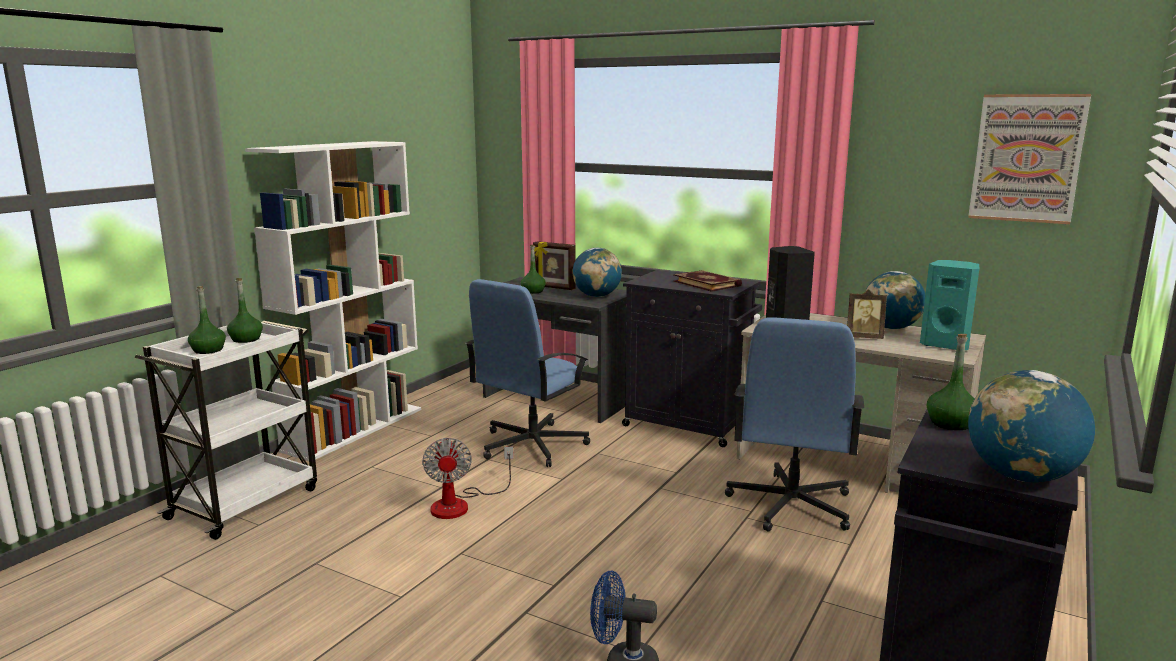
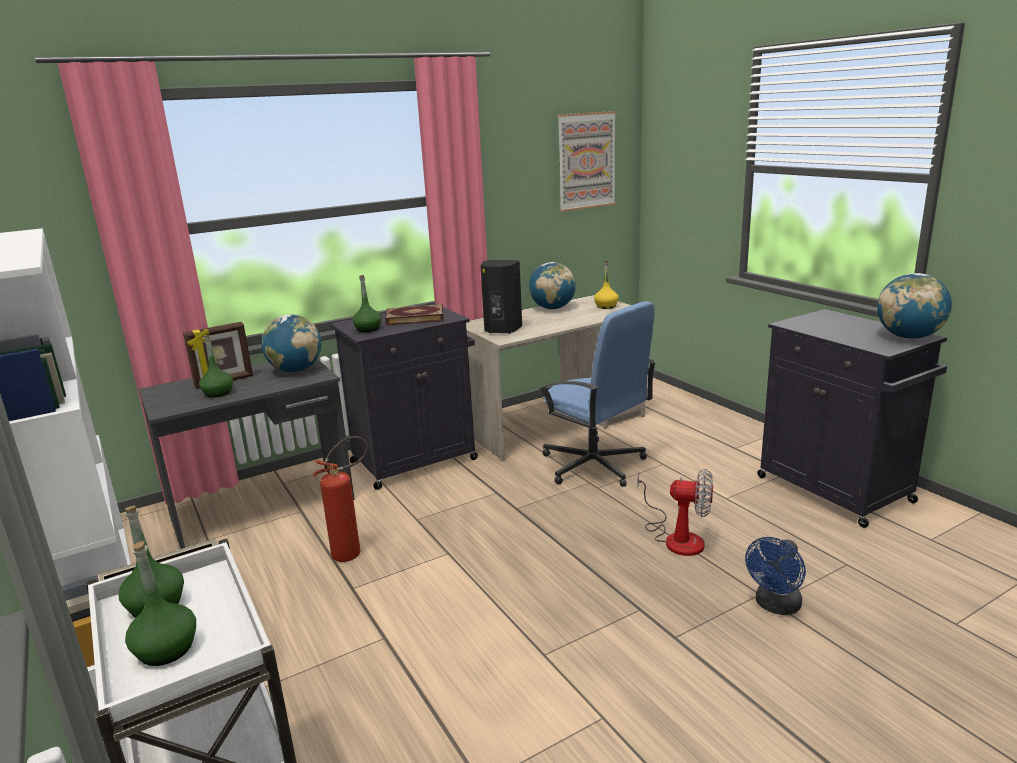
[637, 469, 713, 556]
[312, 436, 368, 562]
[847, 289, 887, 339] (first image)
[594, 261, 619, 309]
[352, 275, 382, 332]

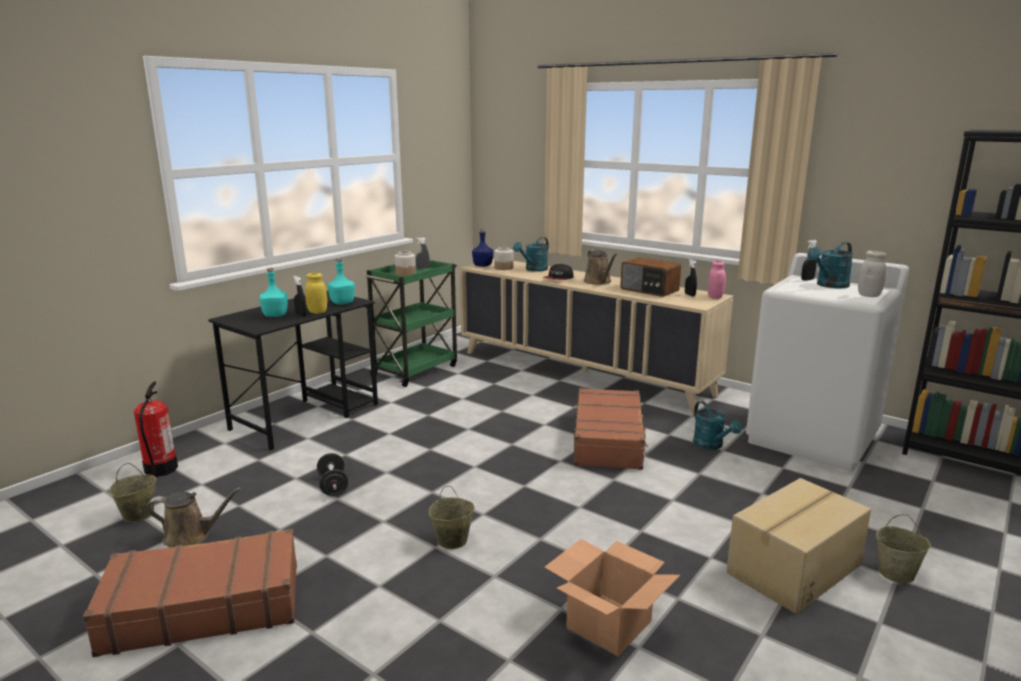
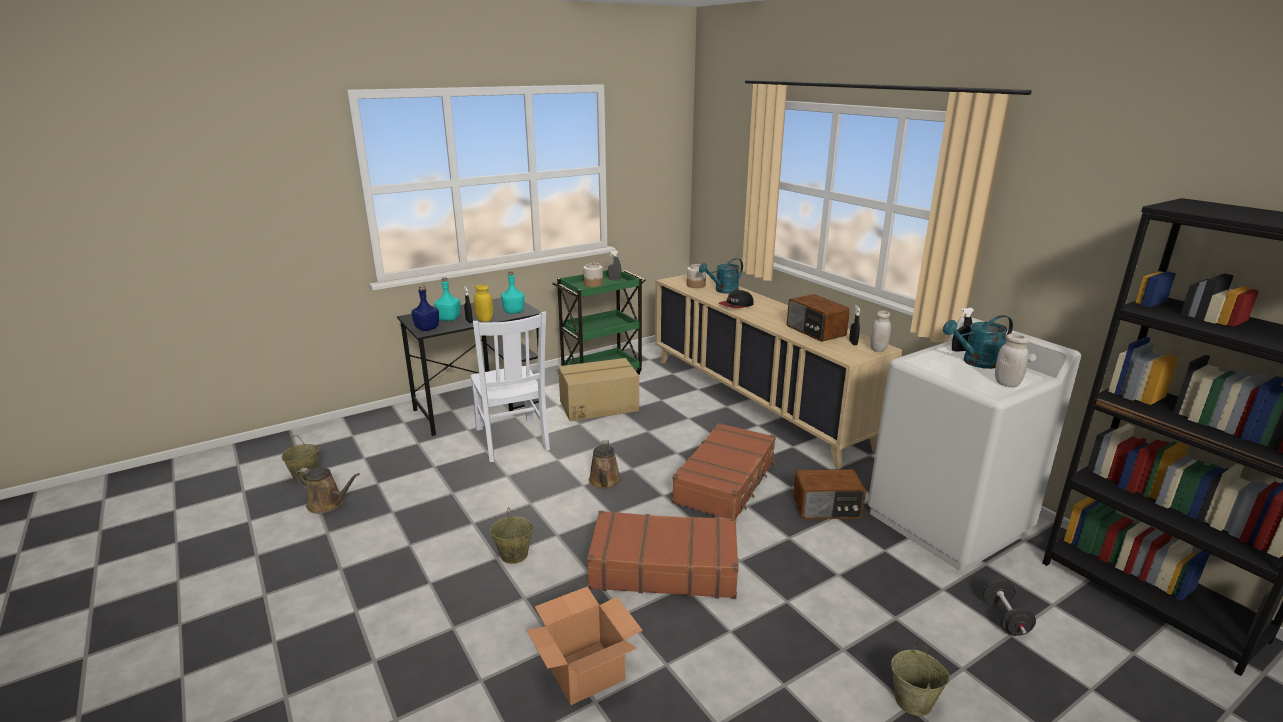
[587, 511, 739, 599]
[134, 381, 178, 477] (first image)
[982, 579, 1036, 636]
[411, 286, 439, 331]
[589, 440, 621, 489]
[793, 469, 866, 519]
[870, 310, 891, 352]
[558, 358, 639, 421]
[470, 312, 550, 462]

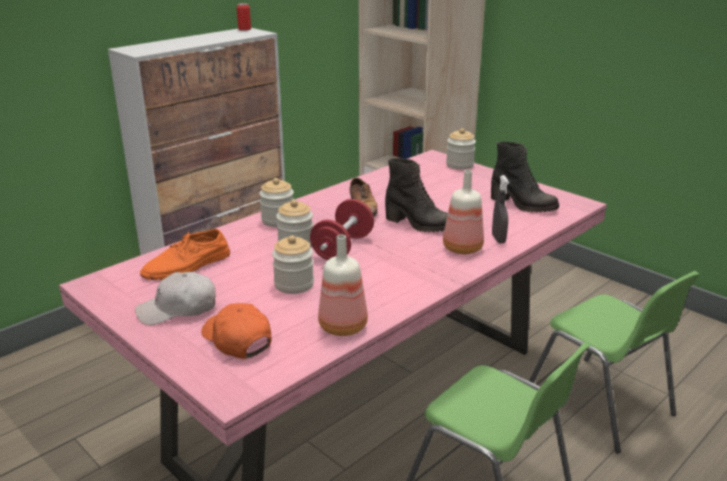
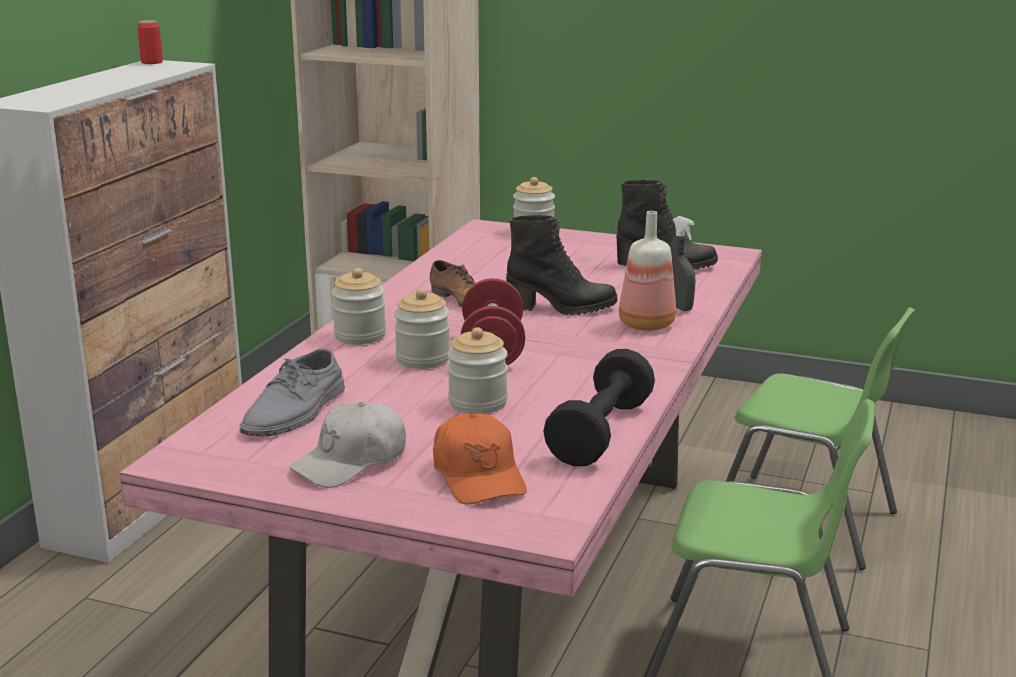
[240, 348, 345, 437]
[433, 413, 527, 504]
[543, 349, 655, 466]

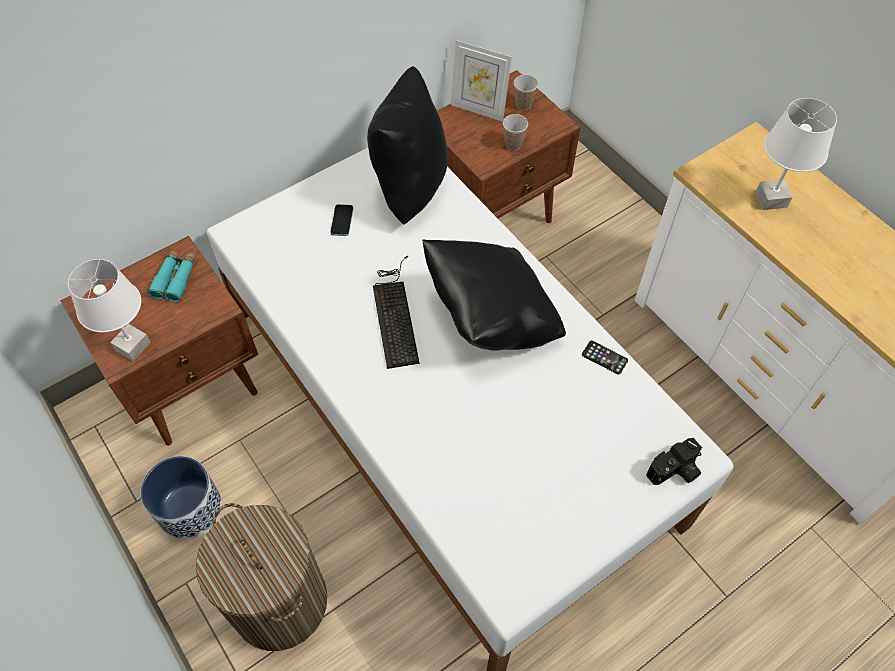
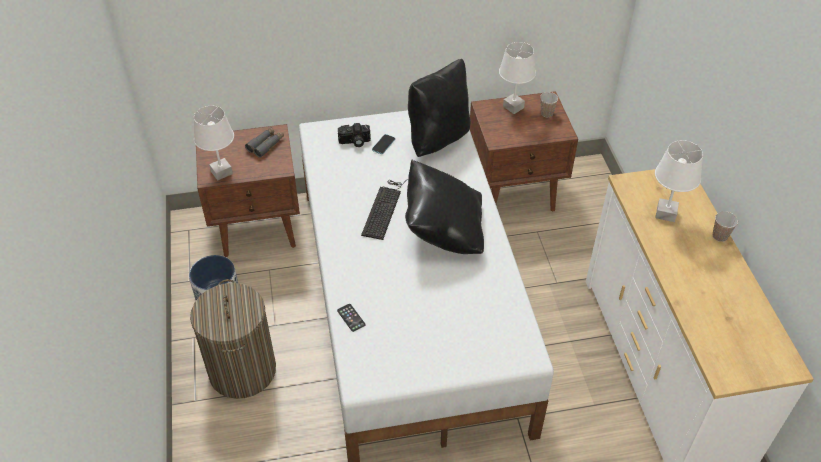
[245, 127, 284, 158]
[499, 42, 536, 114]
[713, 211, 738, 242]
[337, 304, 365, 332]
[338, 123, 371, 147]

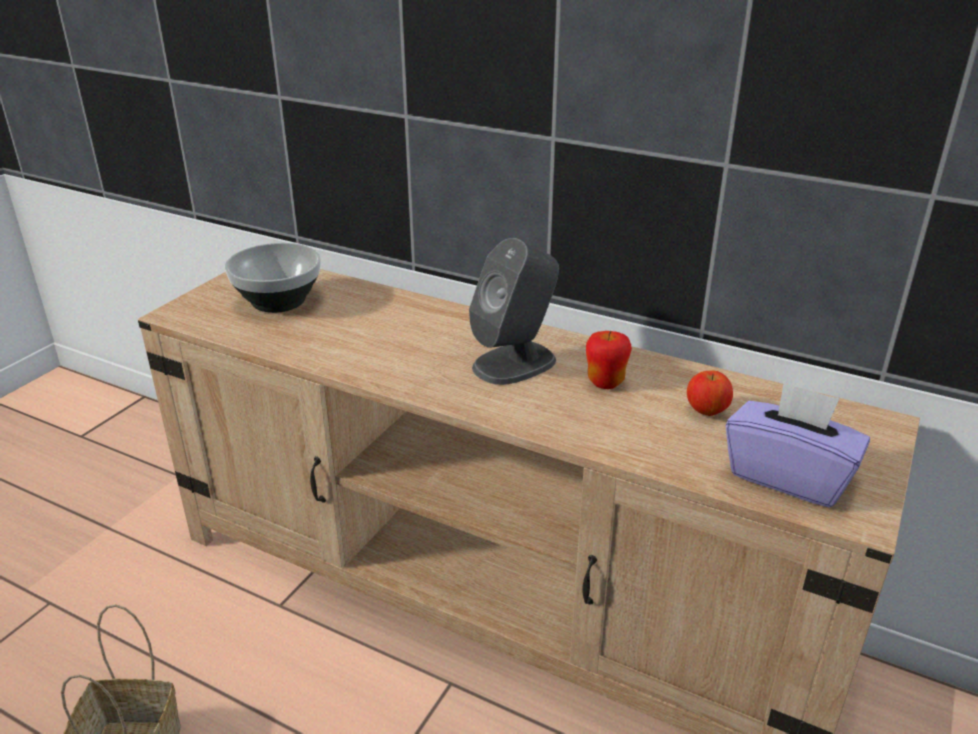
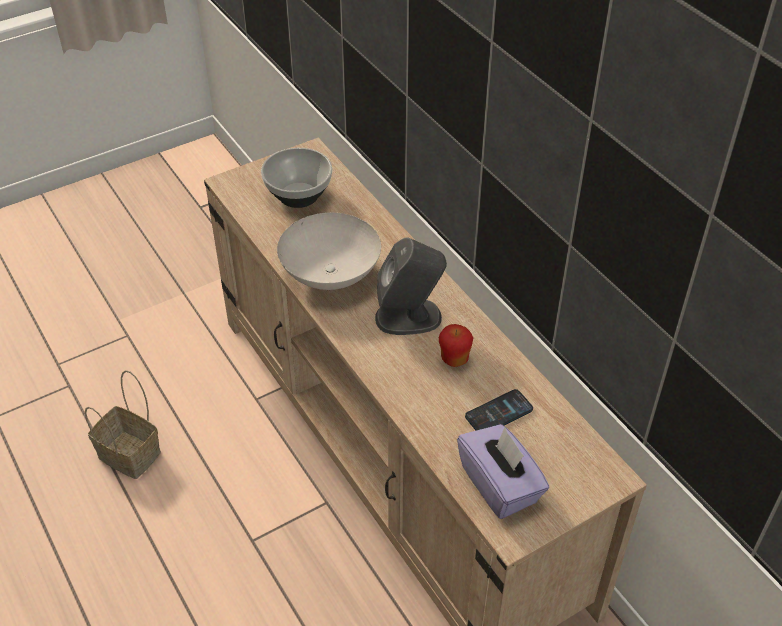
[465, 389, 533, 430]
[277, 213, 381, 290]

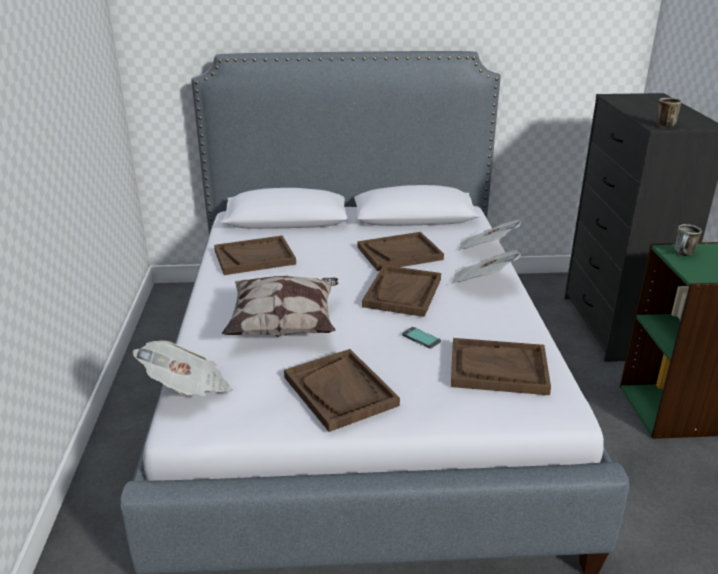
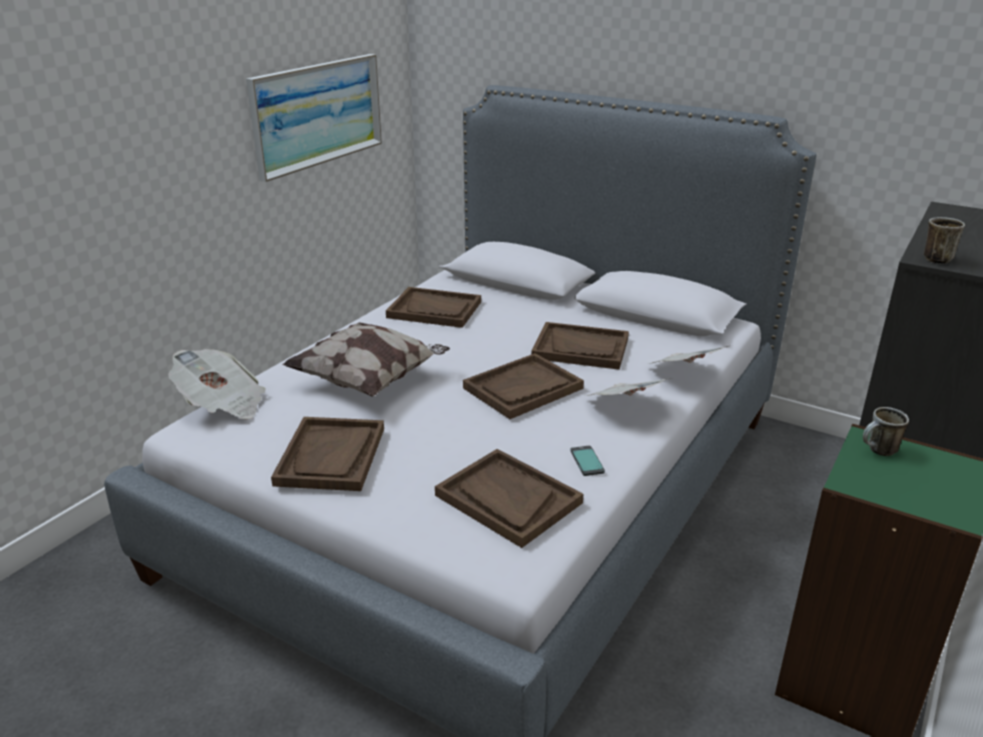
[570, 446, 605, 476]
[246, 54, 382, 182]

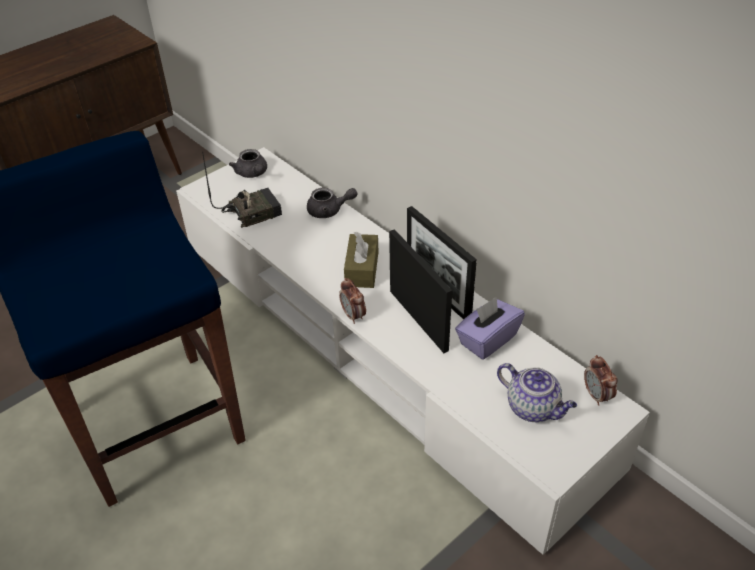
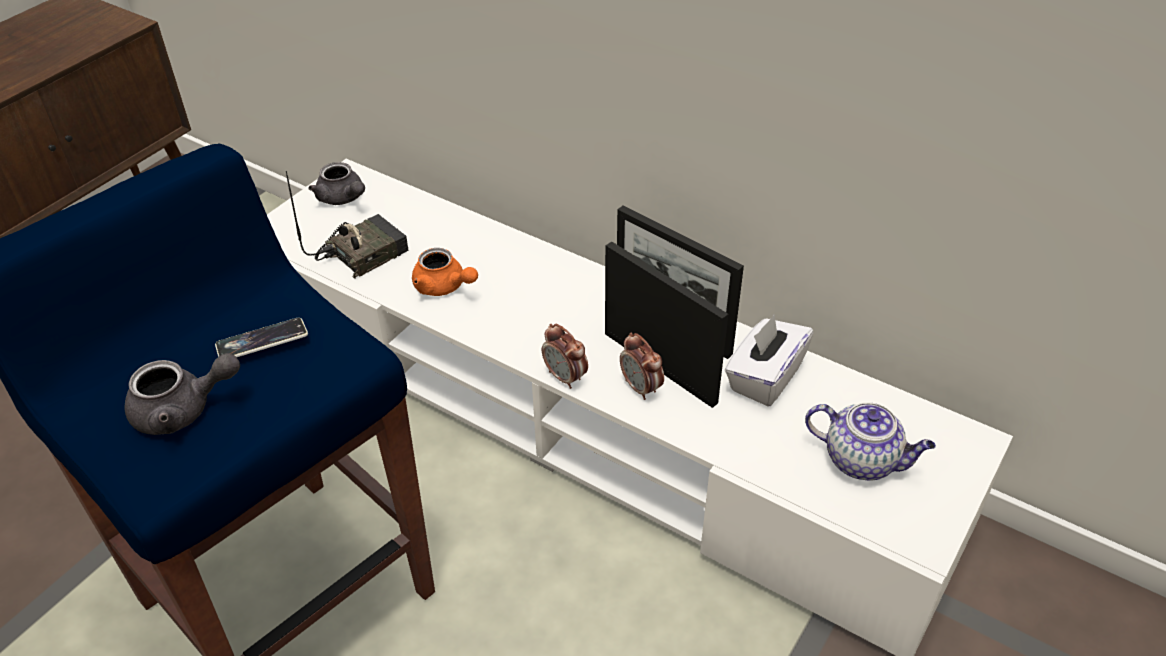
[124, 353, 240, 435]
[344, 231, 378, 288] (first image)
[725, 315, 814, 407]
[620, 333, 664, 400]
[215, 318, 308, 357]
[412, 248, 478, 296]

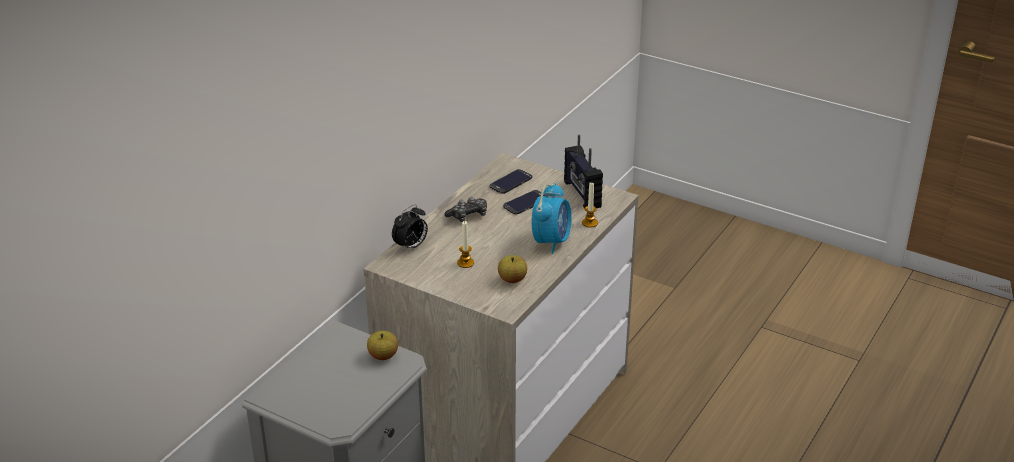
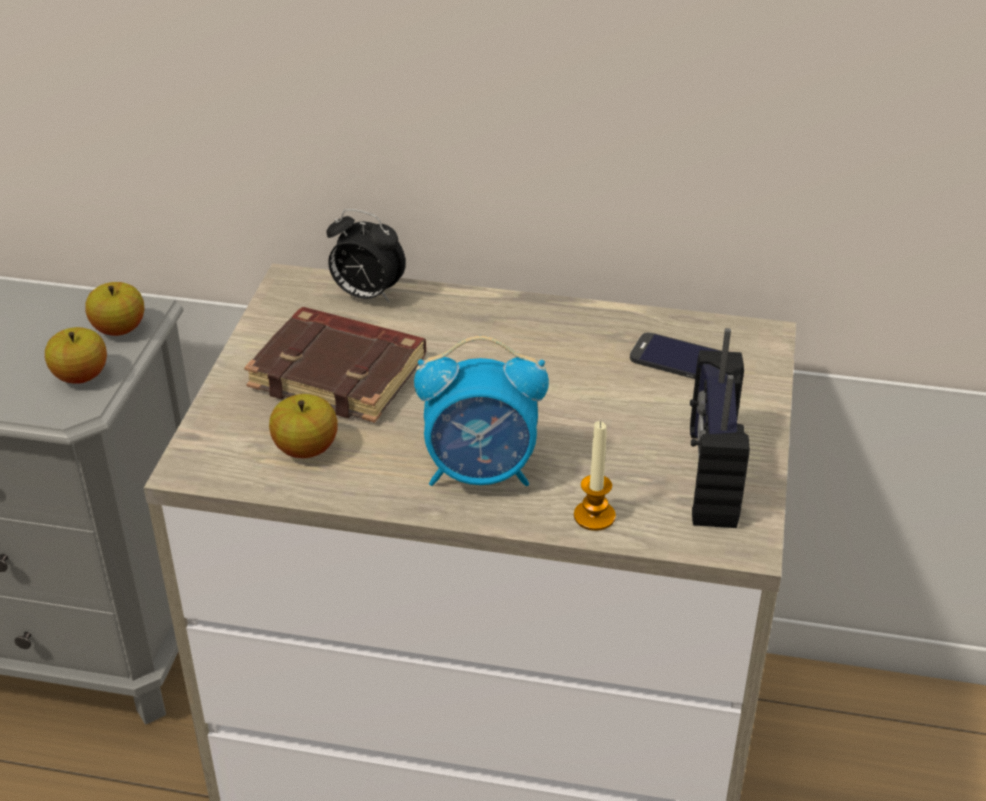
[445, 197, 487, 222] (first image)
[244, 307, 426, 423]
[503, 190, 546, 215] (first image)
[690, 328, 750, 528]
[85, 282, 144, 336]

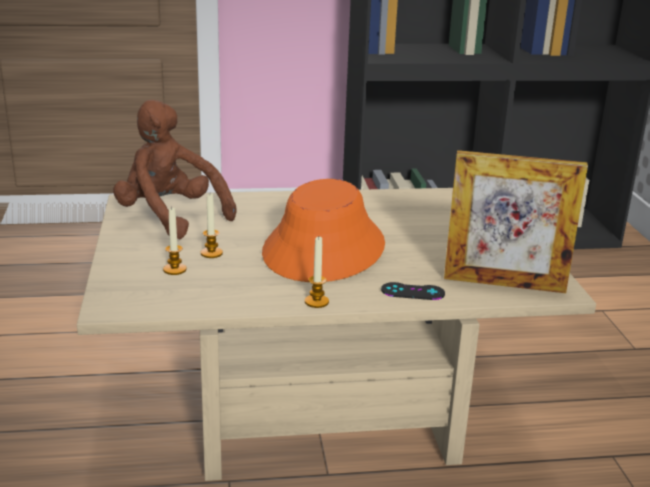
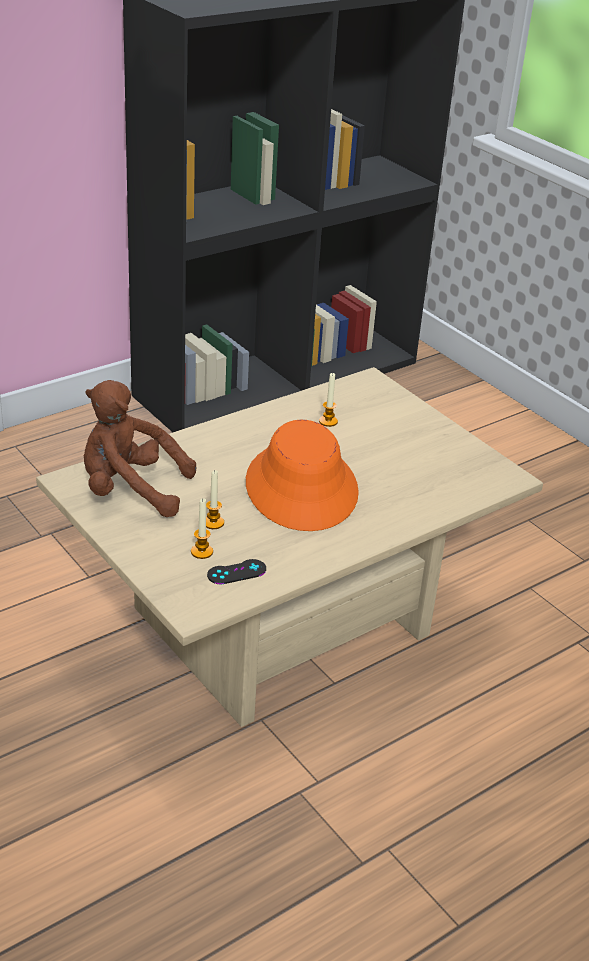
[319, 373, 338, 427]
[207, 559, 266, 584]
[444, 150, 588, 293] (first image)

